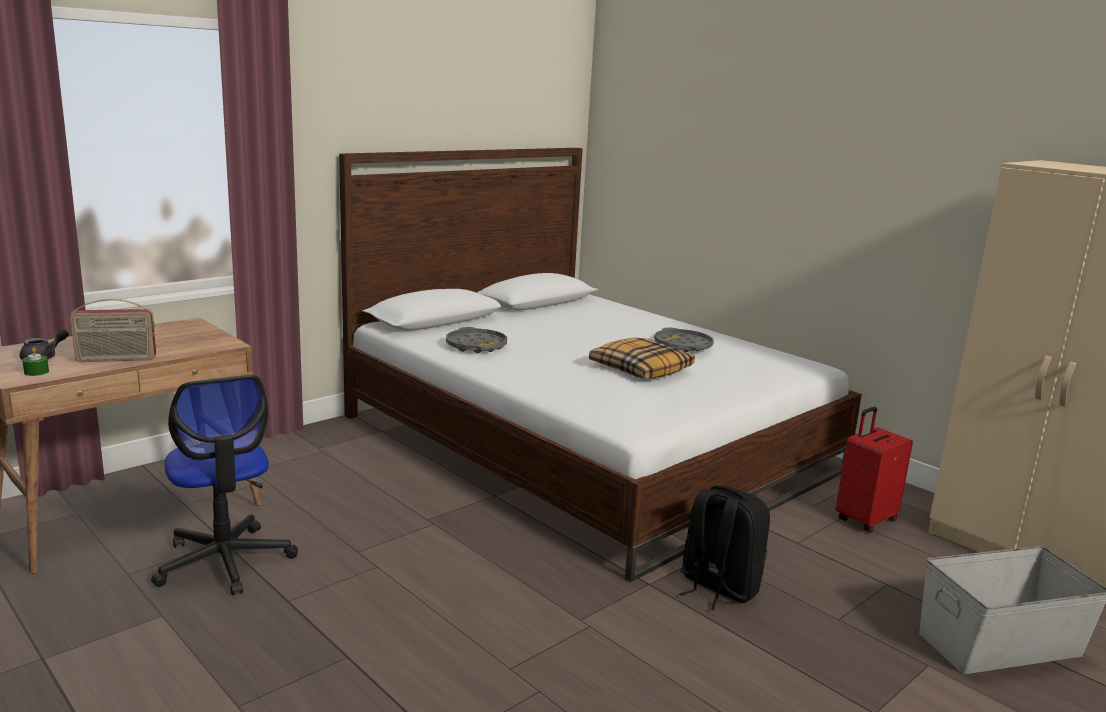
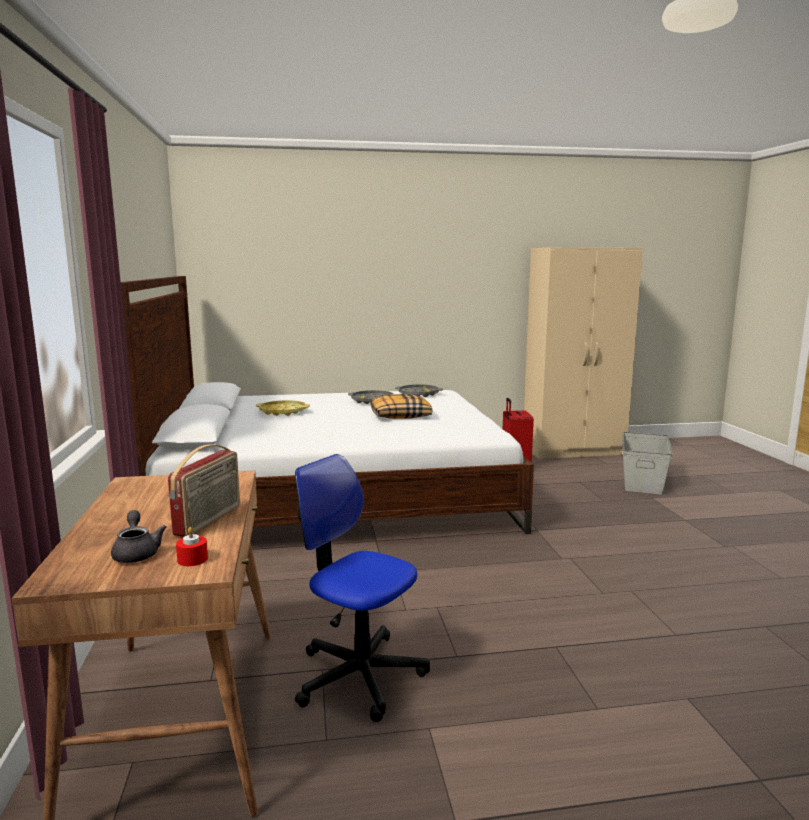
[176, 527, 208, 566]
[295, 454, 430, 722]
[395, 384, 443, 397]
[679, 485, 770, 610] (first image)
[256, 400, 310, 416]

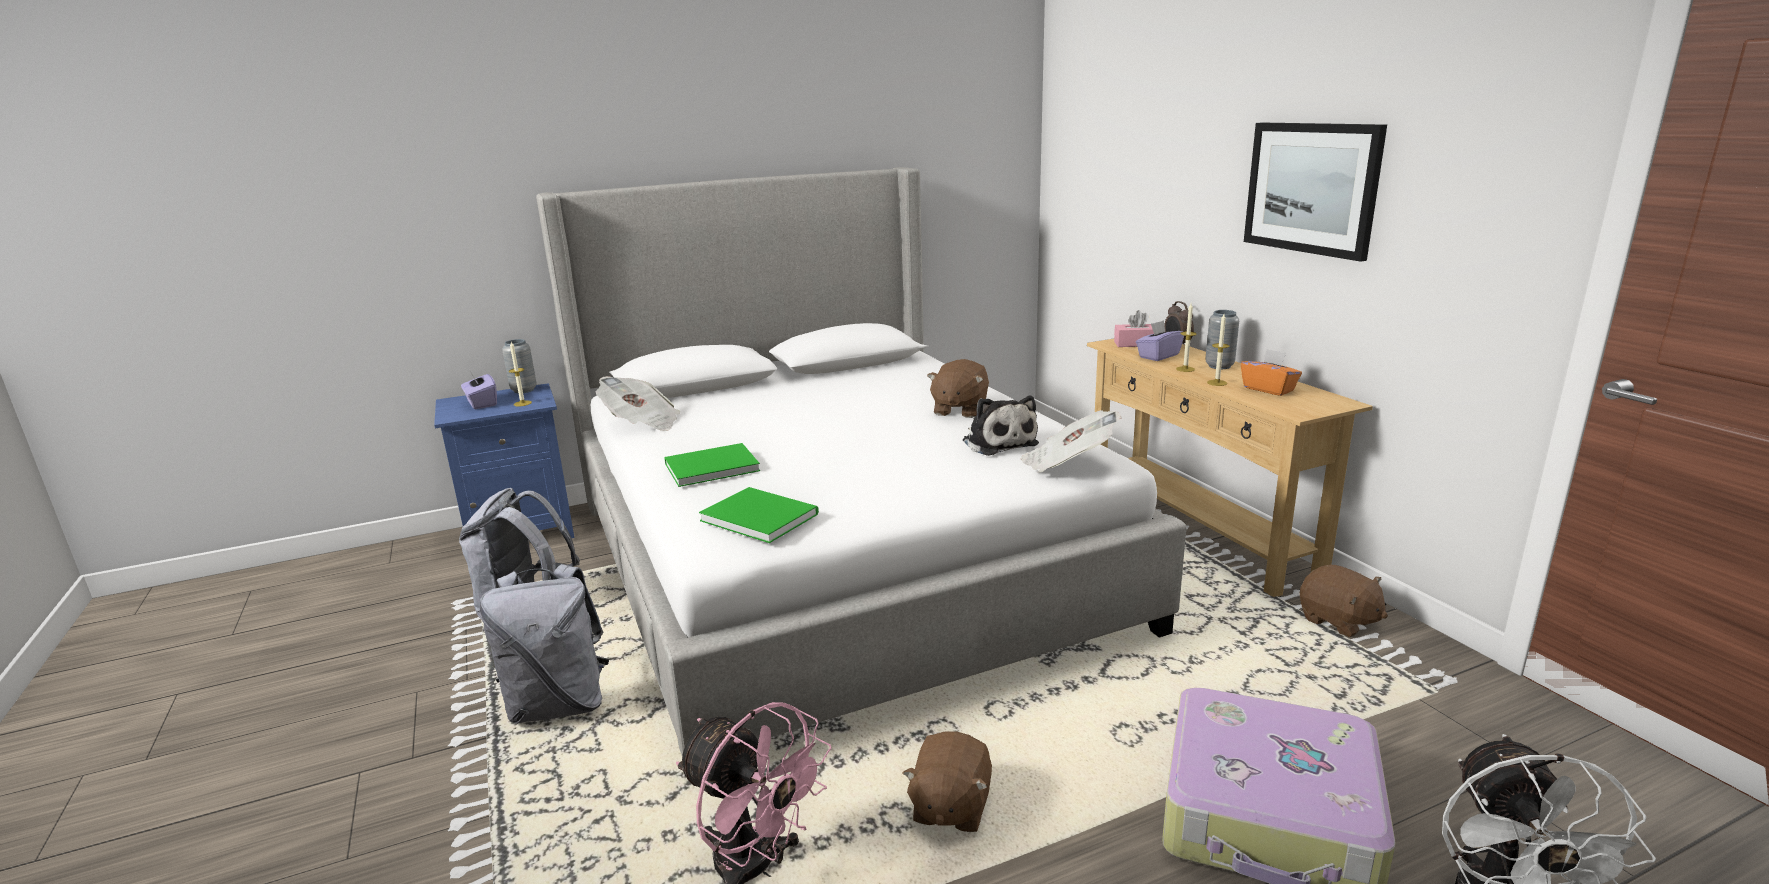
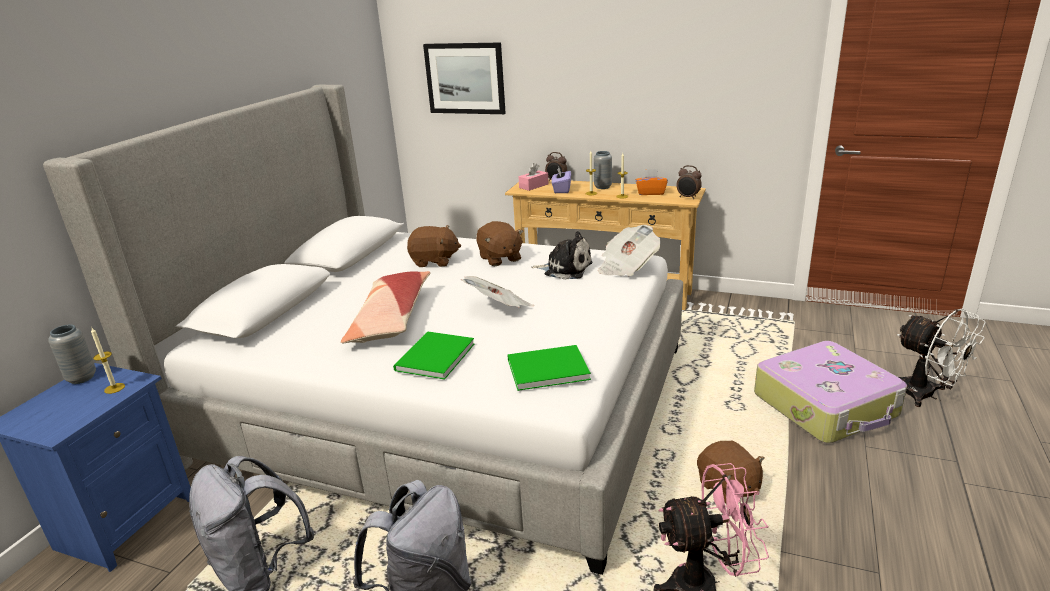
[461, 369, 497, 409] (first image)
[461, 276, 535, 308]
[423, 42, 506, 114]
[407, 225, 461, 267]
[341, 271, 430, 343]
[676, 165, 702, 199]

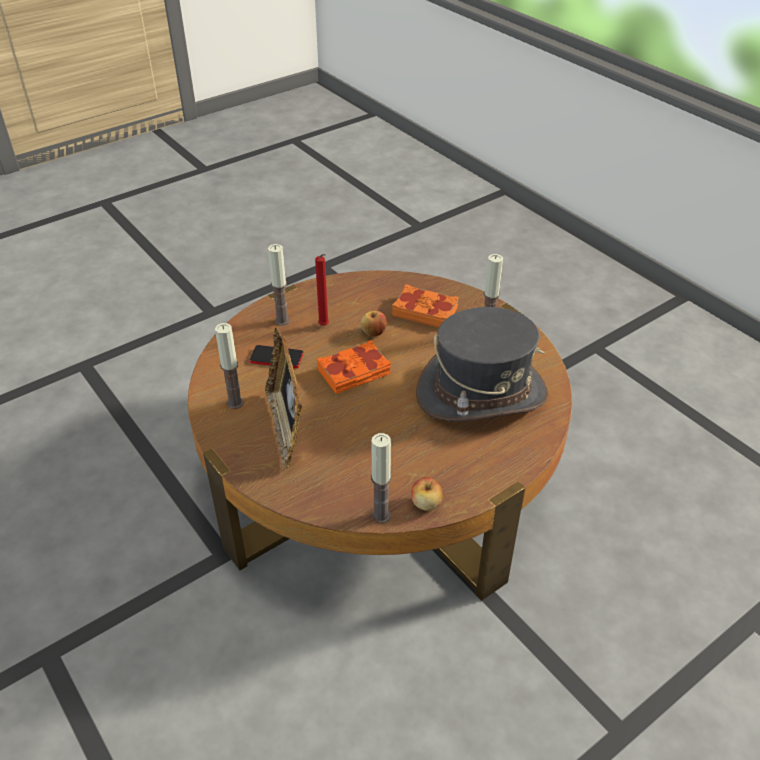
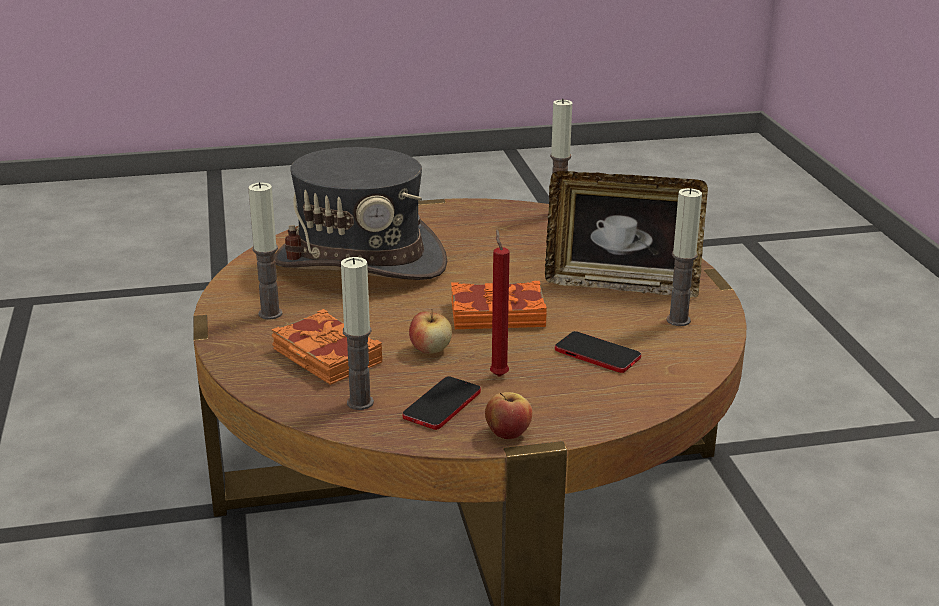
[545, 171, 708, 298]
[341, 257, 374, 410]
[485, 392, 532, 439]
[403, 376, 481, 430]

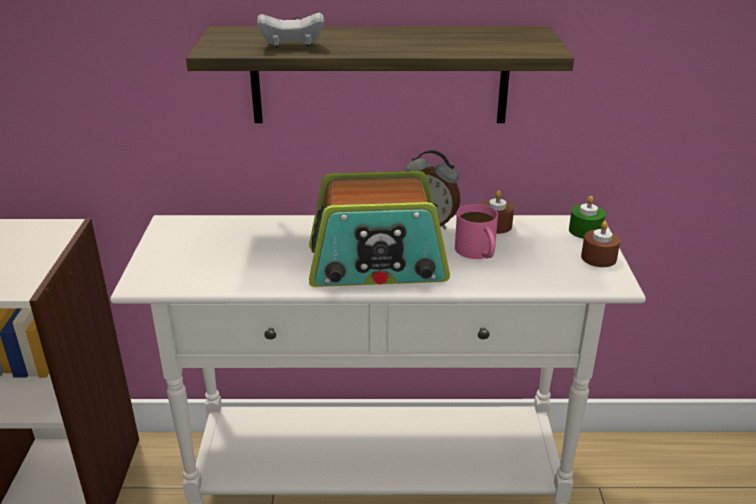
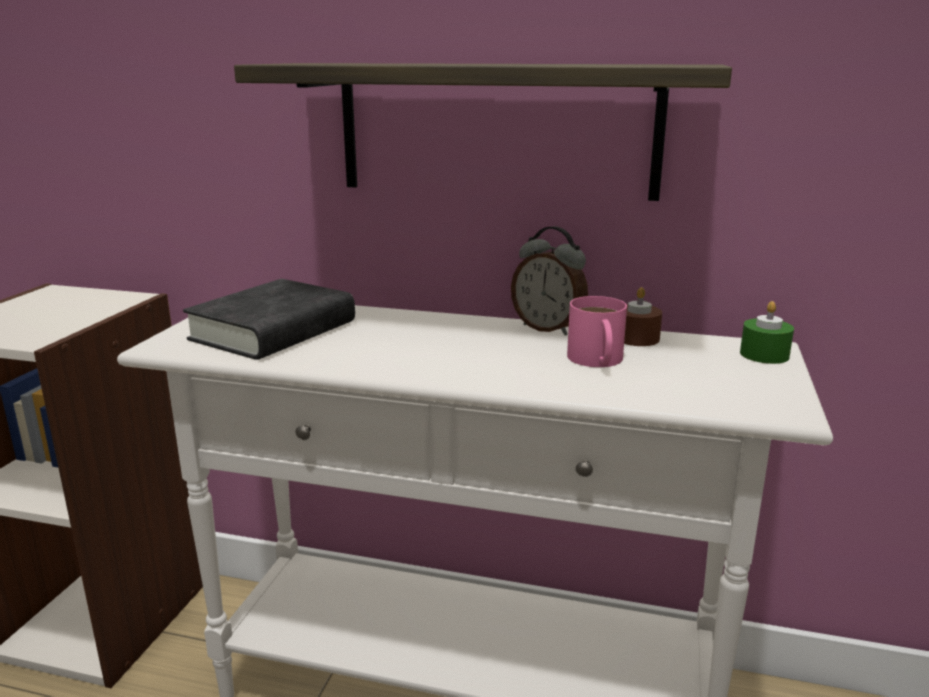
[257, 13, 324, 47] (first image)
[309, 171, 450, 287] (first image)
[581, 221, 620, 267] (first image)
[183, 279, 355, 360]

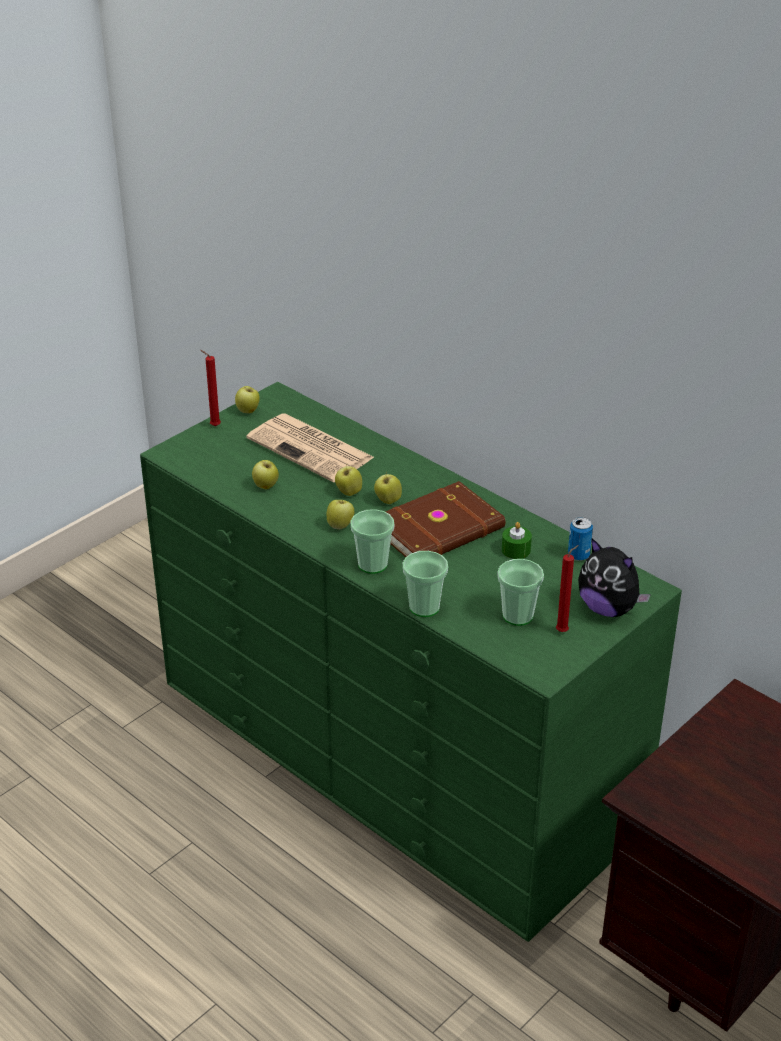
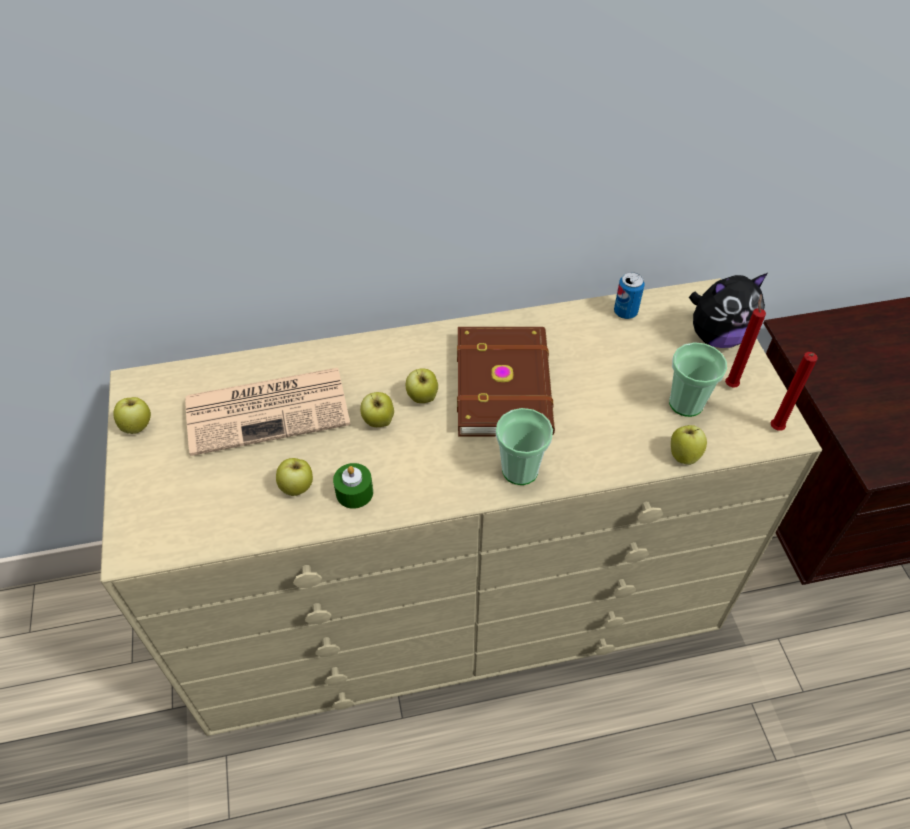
[100, 278, 822, 736]
[771, 352, 818, 431]
[671, 425, 707, 465]
[403, 551, 448, 617] (first image)
[333, 463, 373, 509]

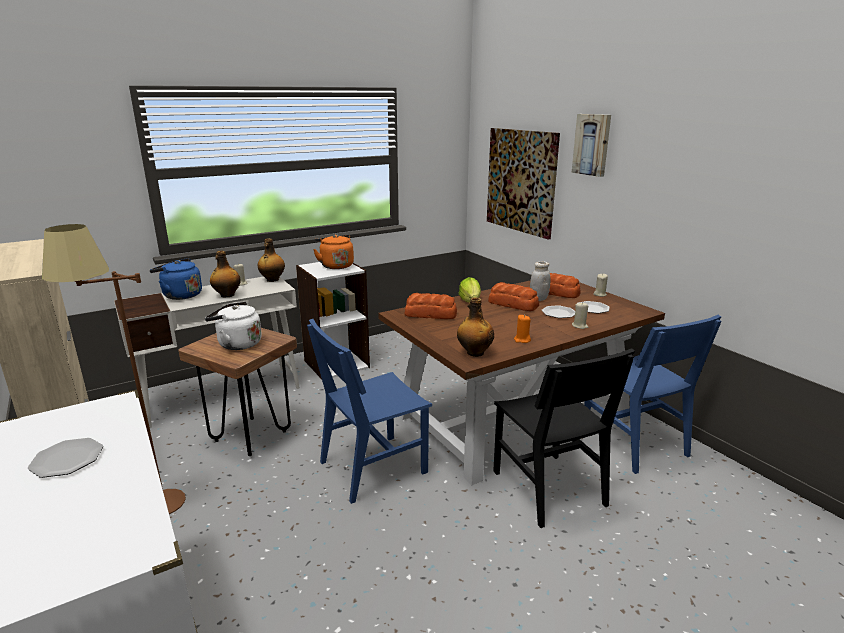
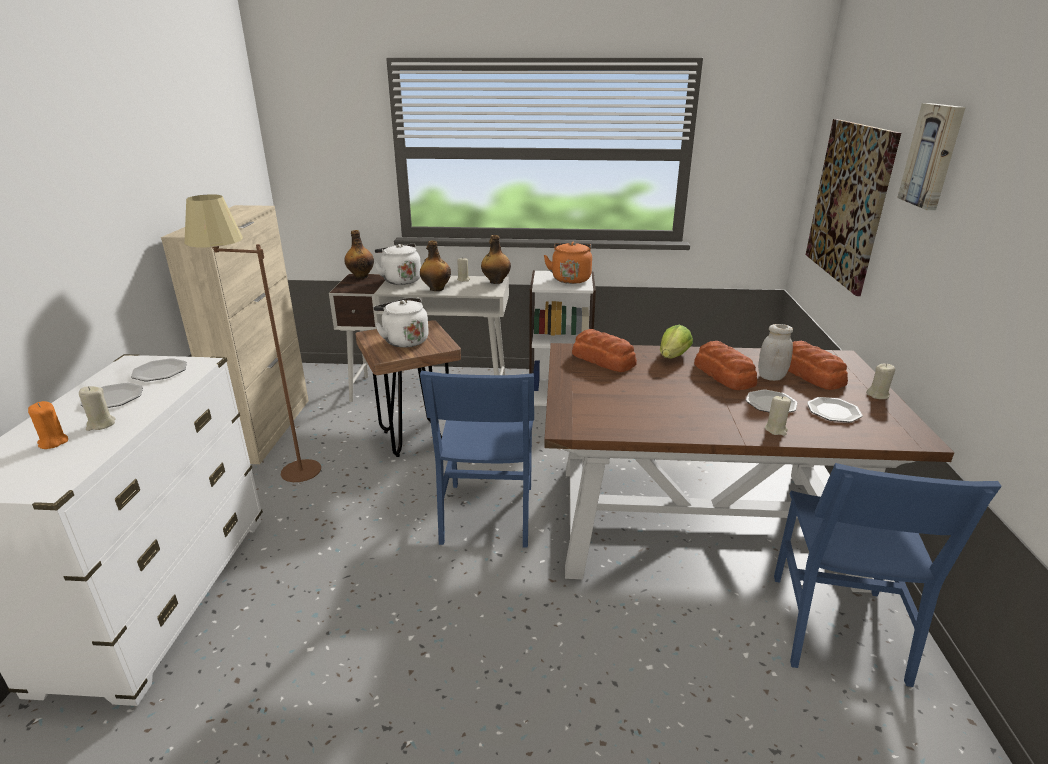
[374, 244, 421, 285]
[420, 371, 534, 548]
[344, 230, 374, 279]
[493, 348, 635, 528] (first image)
[28, 401, 68, 449]
[79, 386, 116, 431]
[131, 358, 187, 381]

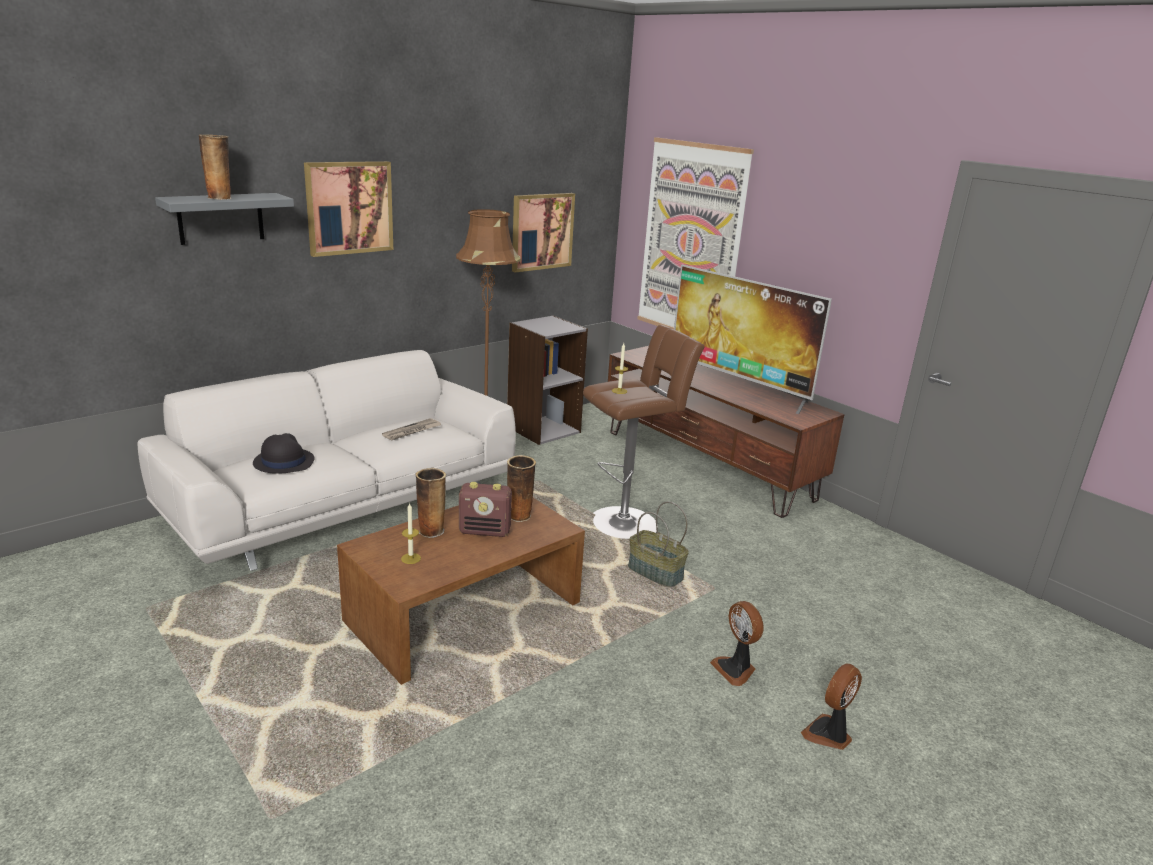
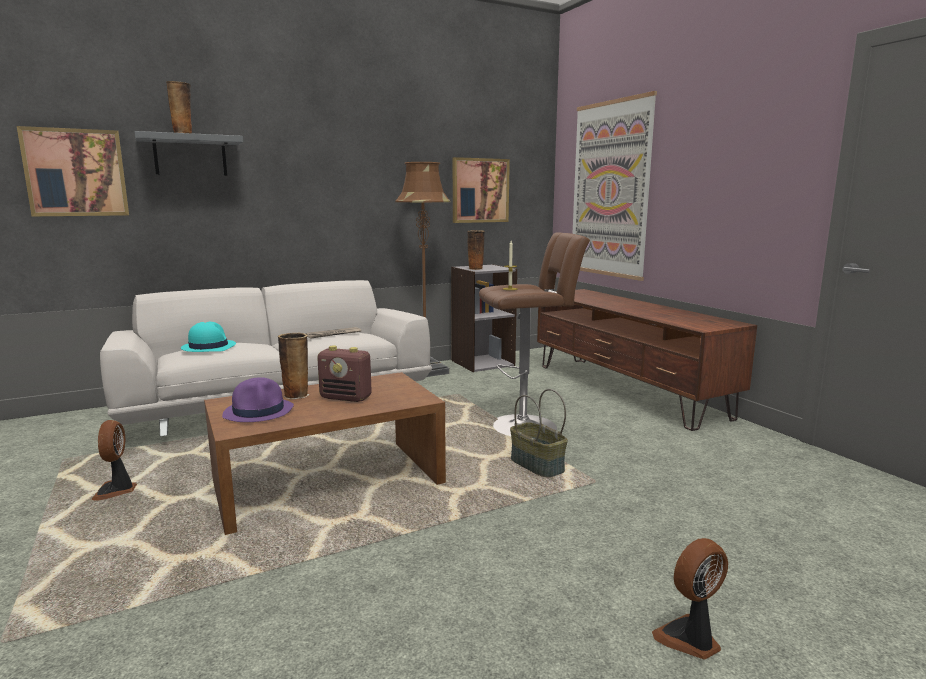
[181, 322, 236, 352]
[17, 126, 129, 216]
[222, 377, 294, 422]
[467, 230, 485, 270]
[674, 265, 832, 414] (first image)
[91, 420, 137, 501]

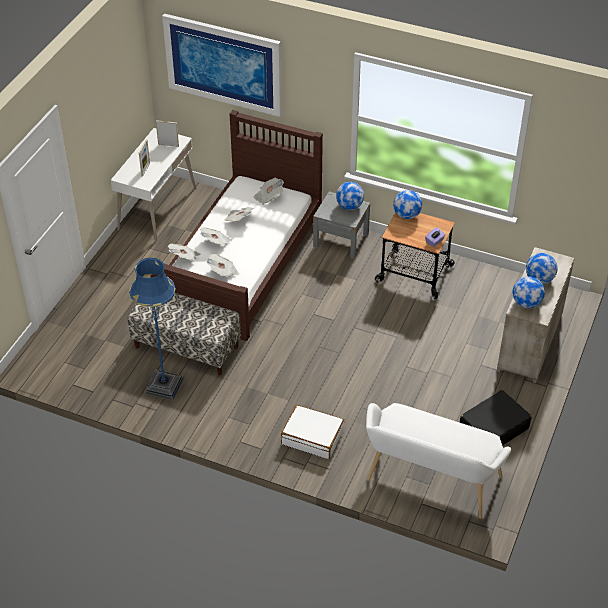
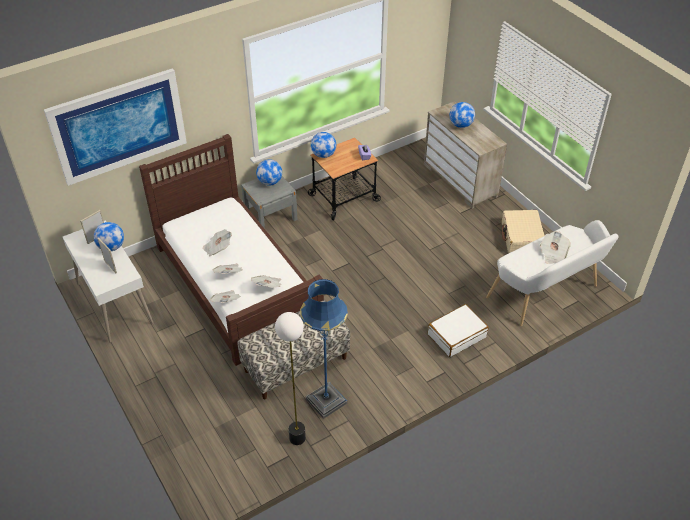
[540, 231, 571, 264]
[502, 210, 545, 253]
[94, 222, 124, 251]
[275, 312, 306, 445]

